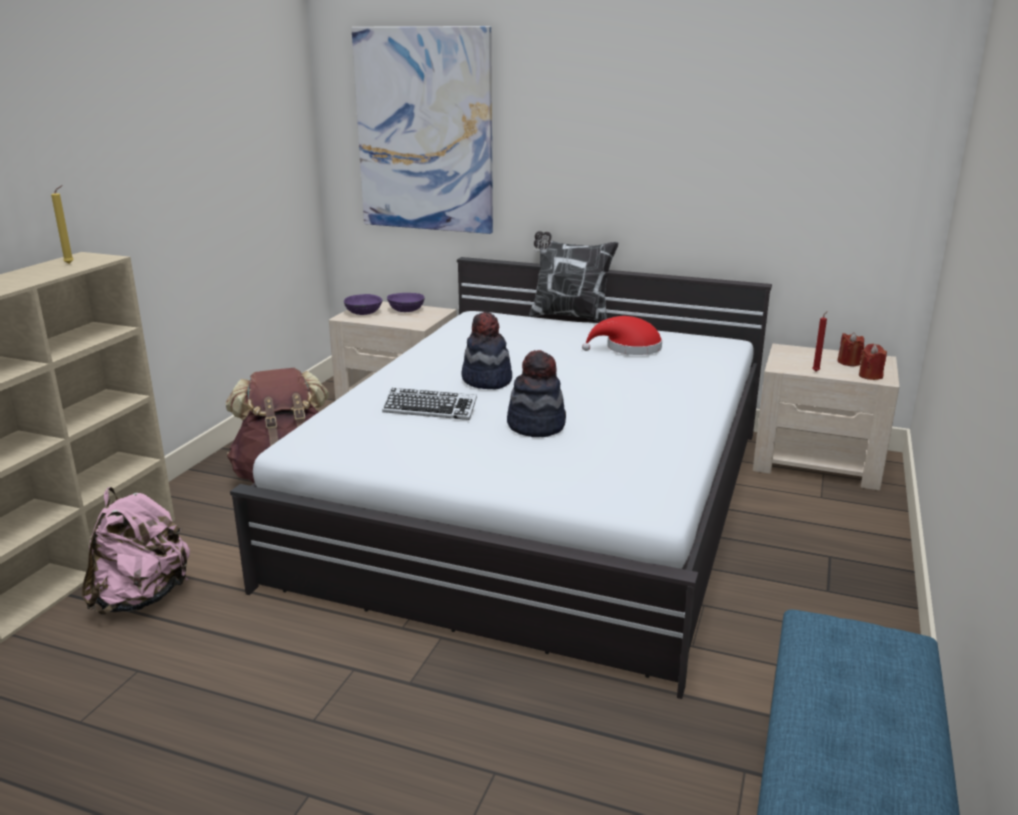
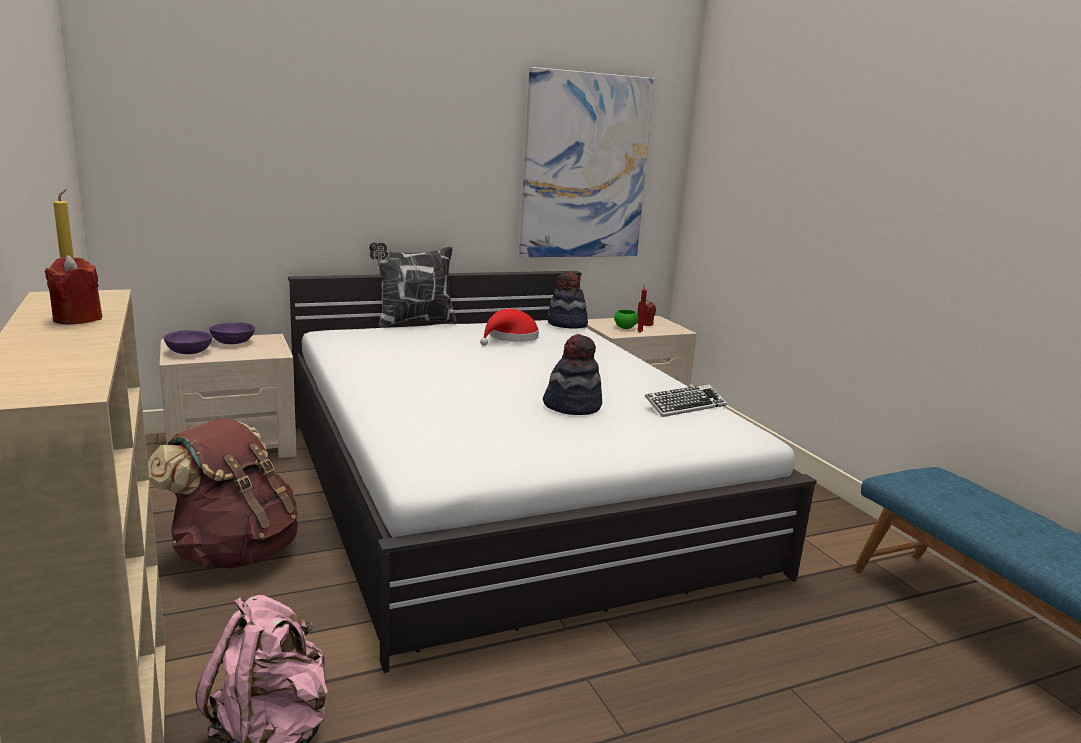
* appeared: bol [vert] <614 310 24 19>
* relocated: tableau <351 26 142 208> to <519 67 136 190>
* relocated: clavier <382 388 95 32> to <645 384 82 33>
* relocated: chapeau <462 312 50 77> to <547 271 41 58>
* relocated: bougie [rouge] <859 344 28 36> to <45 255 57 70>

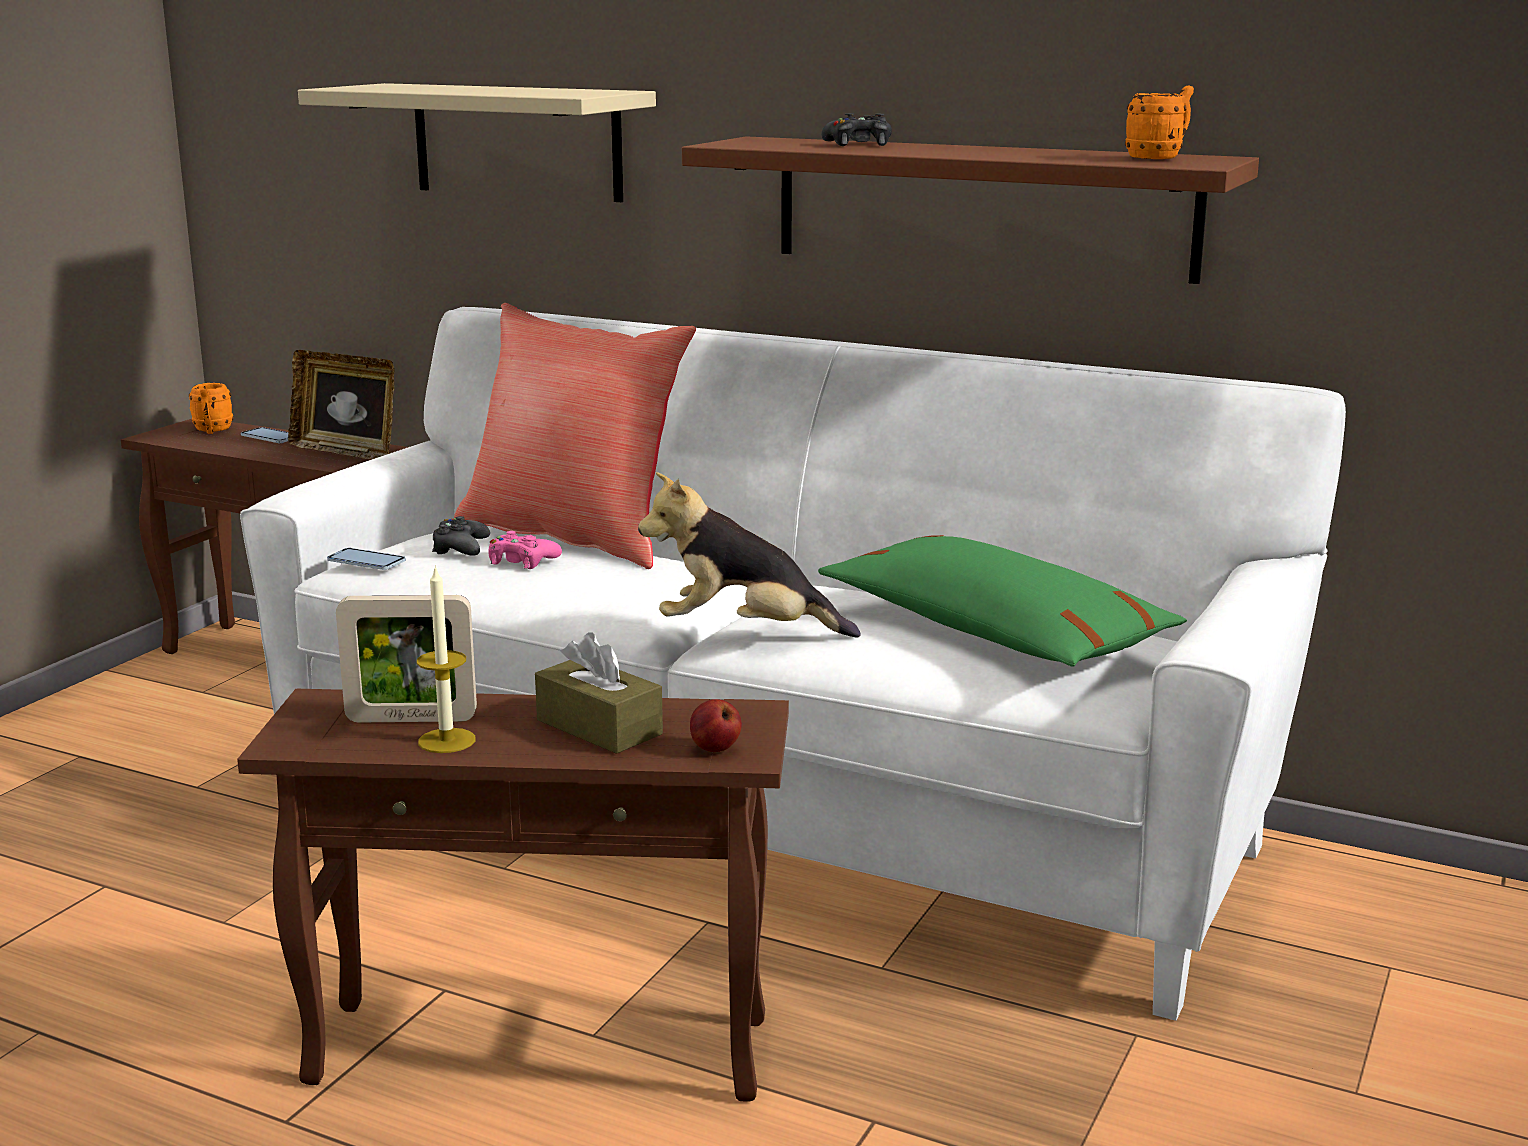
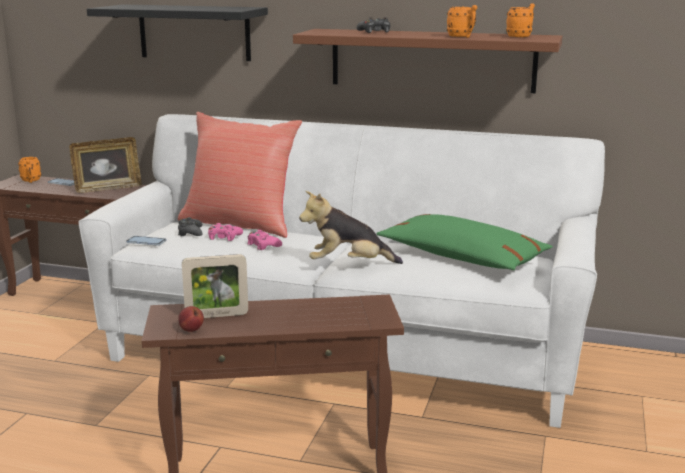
* missing: bougie <417 565 58 188>
* missing: boîte à mouchoirs [marron] <535 632 128 122>
* appeared: manette [rose] <248 230 34 20>
* appeared: mug [orange] <447 5 30 33>
* relocated: pomme <690 699 52 53> to <178 306 26 26>
* colour: étagère [beige] <298 83 358 119> to étagère [noir] <87 4 181 57>
* spun: cadre photo <288 350 107 110> = <70 137 72 56> 45 degrees counterclockwise

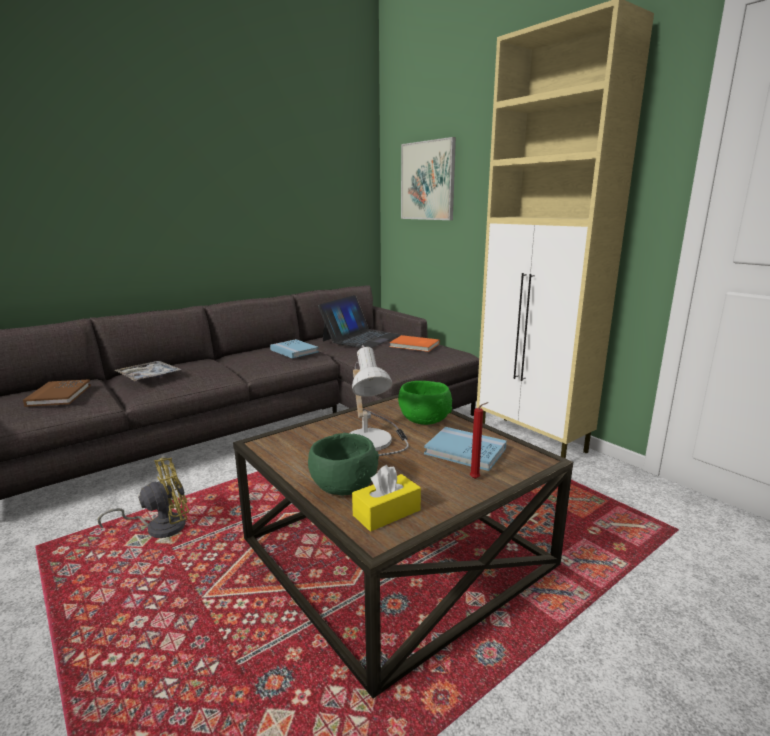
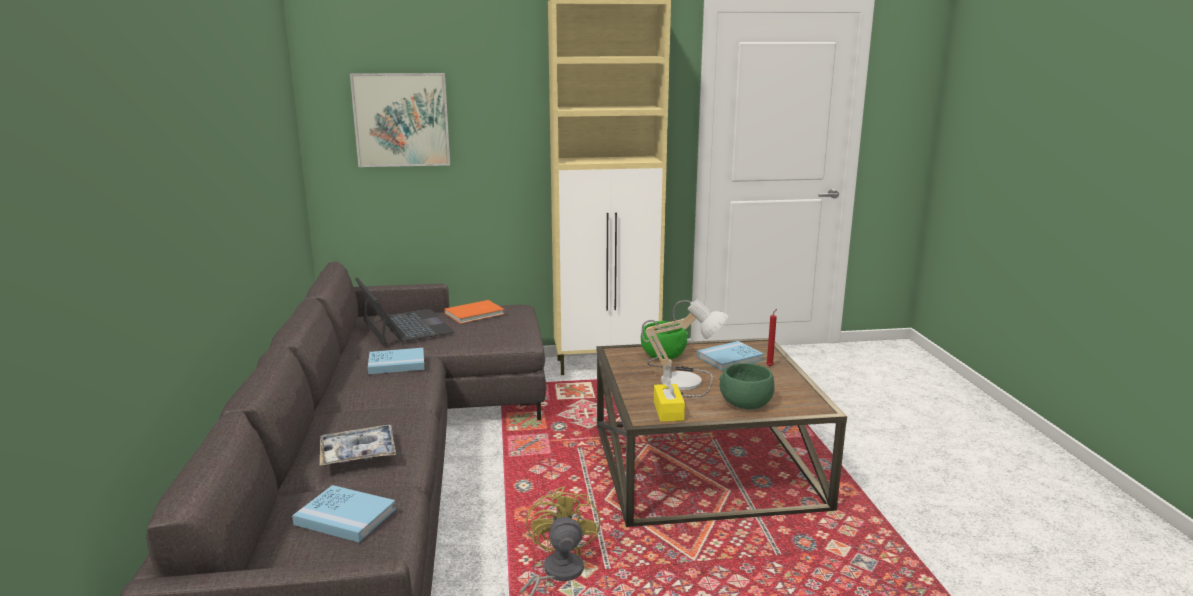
* relocated: boîte à mouchoirs [jaune] <352 465 69 67> to <654 376 31 46>
* colour: livre [marron] <23 379 68 28> to livre [bleu] <292 485 104 57>

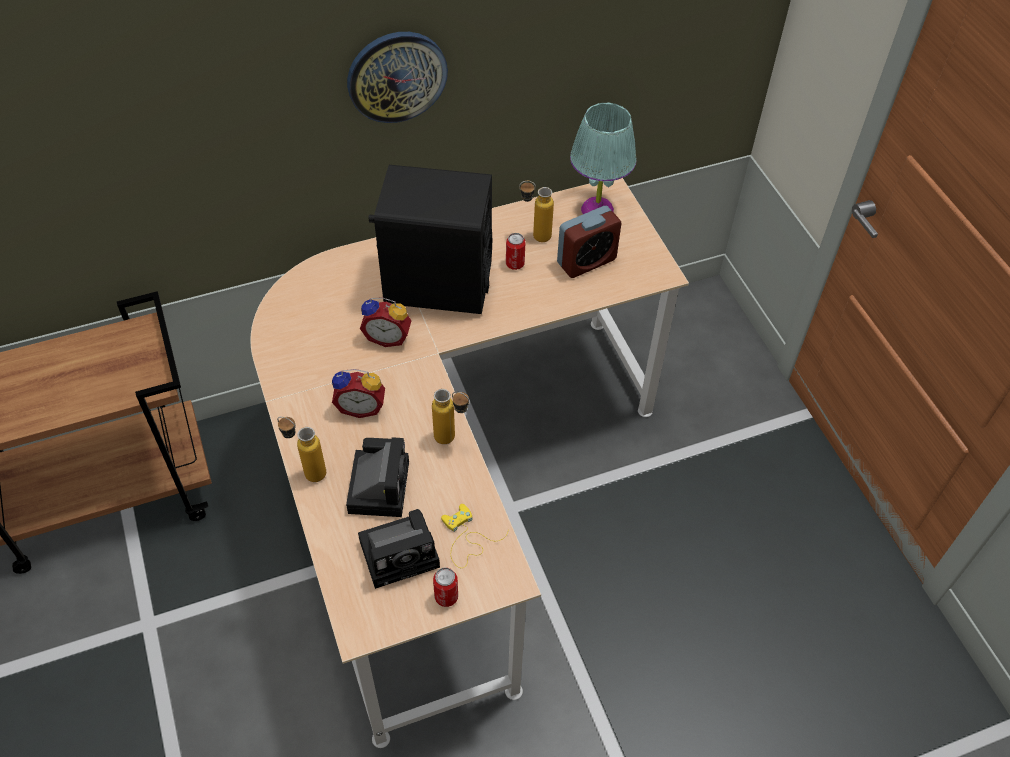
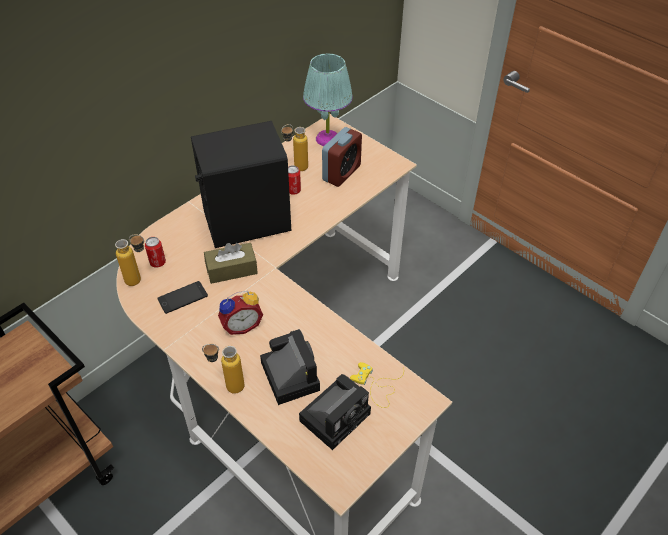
* missing: horloge murale <347 32 101 91>
* appeared: téléphone <157 281 51 33>
* relocated: bouteille <432 389 38 55> to <115 234 29 52>
* relocated: boîte métallique <433 567 25 40> to <145 237 21 31>
* exchanged: réveil <360 297 52 50> to boîte à mouchoirs [marron] <204 243 54 41>

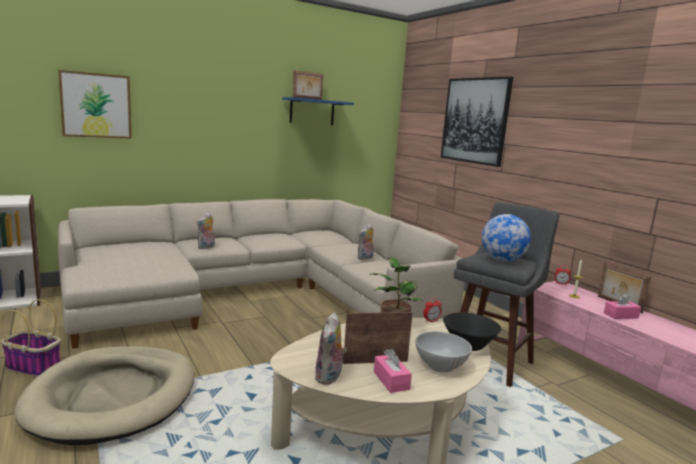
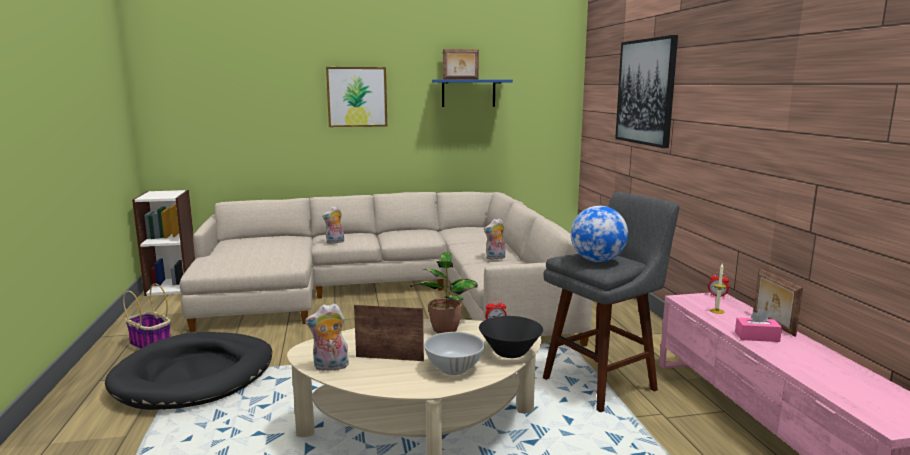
* missing: boîte à mouchoirs [rose] <374 349 38 44>
* relocated: tableau <58 70 74 69> to <326 67 61 60>
* colour: panier pour chien [beige] <14 346 180 99> to panier pour chien [noir] <105 332 167 78>
* spun: peluche <315 313 32 72> = <305 303 46 69> 45 degrees clockwise

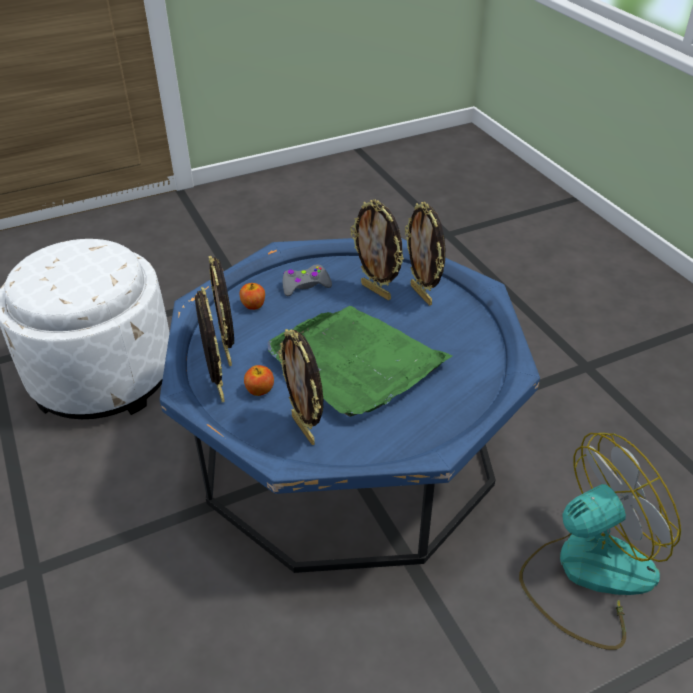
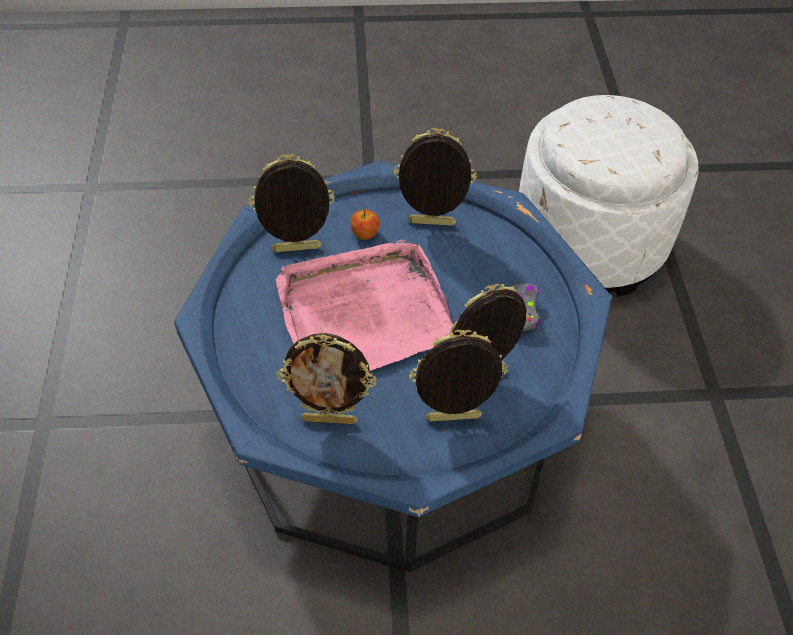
* missing: pomme <240 283 25 27>
* missing: ventilateur <519 433 162 217>
* relocated: cadre photo <195 287 30 115> to <277 333 100 91>
* colour: plateau [vert] <268 306 185 111> to plateau [rose] <276 239 178 132>

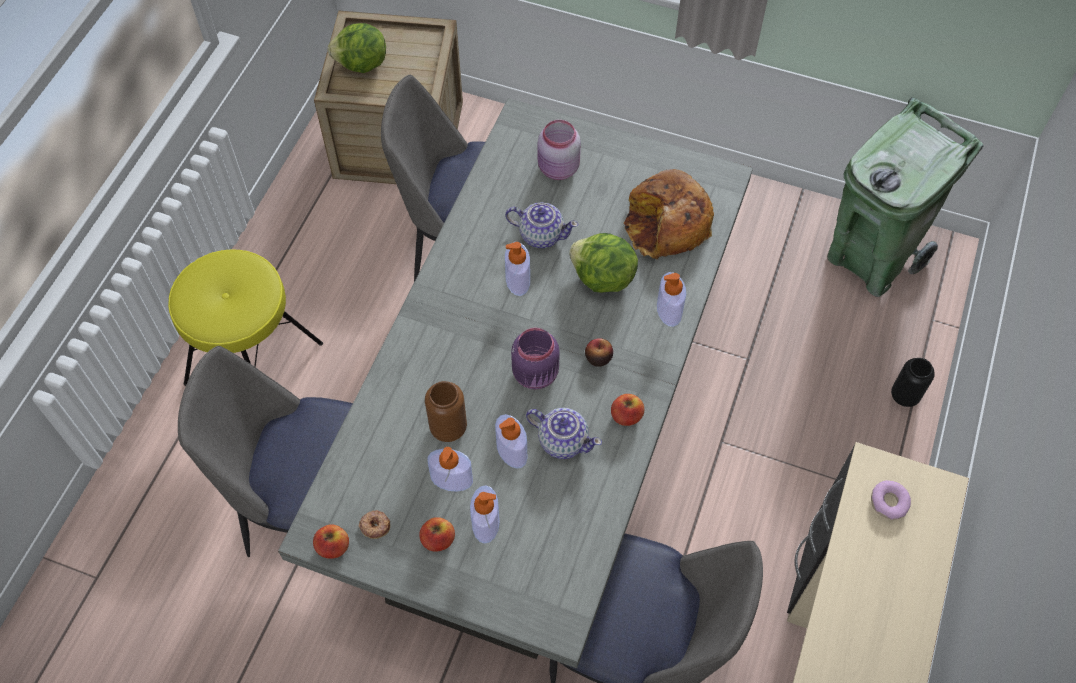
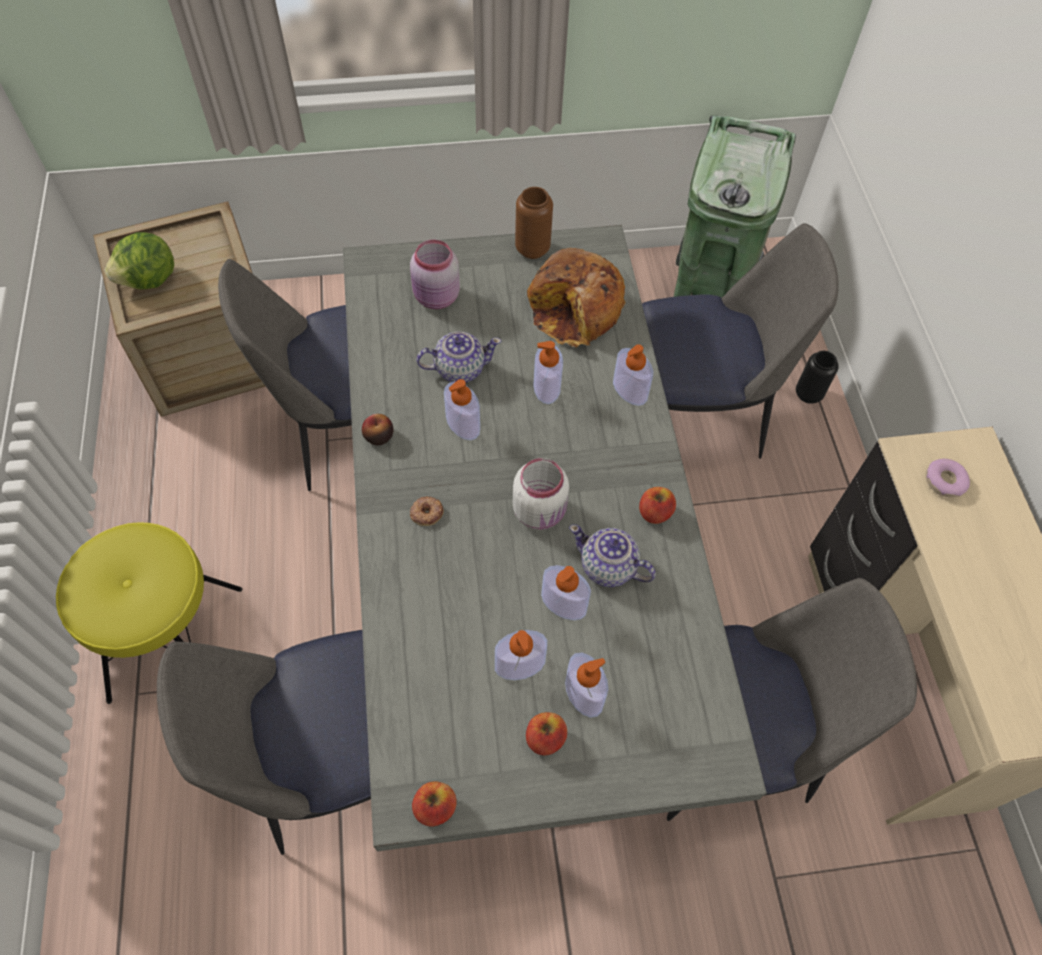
* appeared: chaise <642 223 197 236>
* relocated: beignet <359 510 31 29> to <410 497 34 29>
* relocated: vase [marron] <425 381 42 61> to <515 187 38 72>
* relocated: pomme <585 338 28 29> to <362 414 31 31>
* exchanged: laitue <569 233 69 60> to distributeur de savon <533 341 30 63>
* colour: bocal [violet] <511 328 49 62> to bocal [blanc] <513 458 56 72>
* spun: théière <526 408 76 51> = <569 524 87 63> 150 degrees counterclockwise

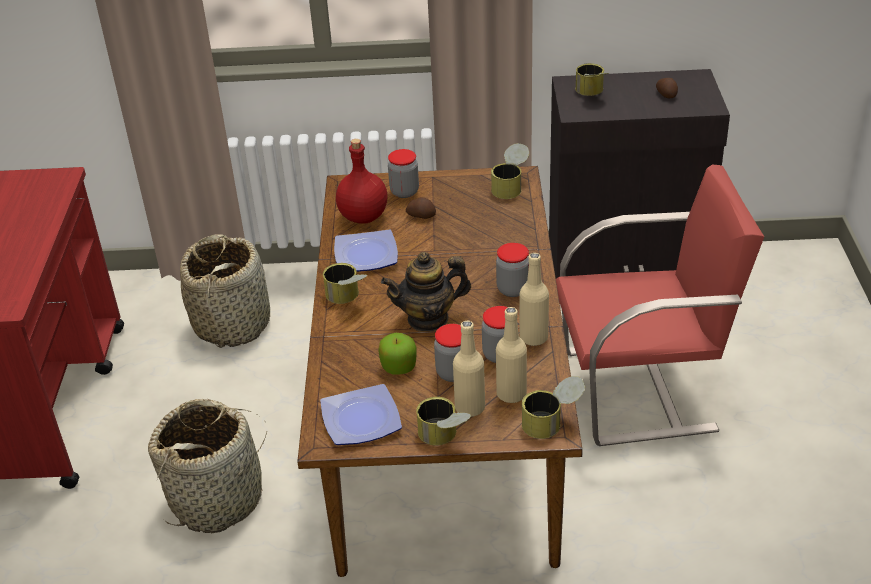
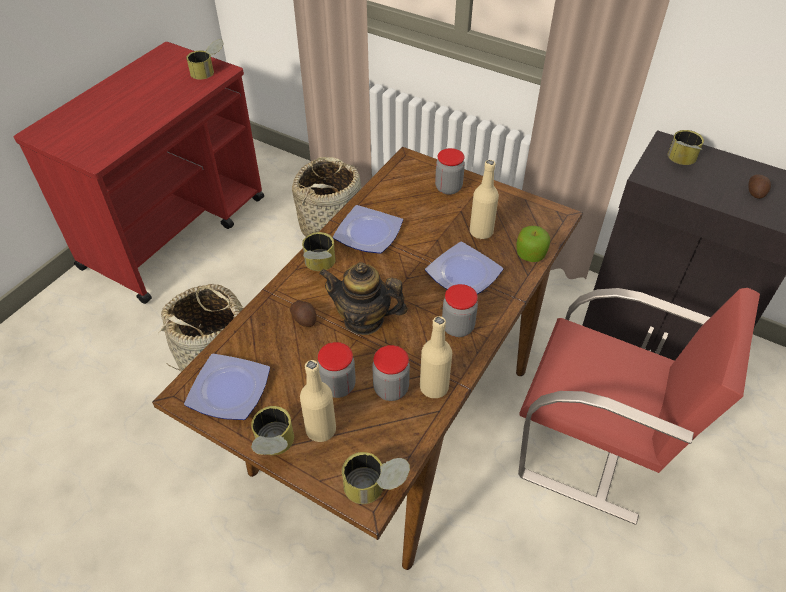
* missing: bouteille [rouge] <336 139 51 85>
* appeared: assiette <425 242 78 52>
* relocated: pomme <378 333 39 42> to <516 226 34 36>
* relocated: pomme de terre <406 197 30 22> to <290 301 26 26>
* relocated: boîte métallique <491 143 38 56> to <186 39 38 41>
* relocated: bouteille [beige] <496 307 31 96> to <470 160 29 79>

